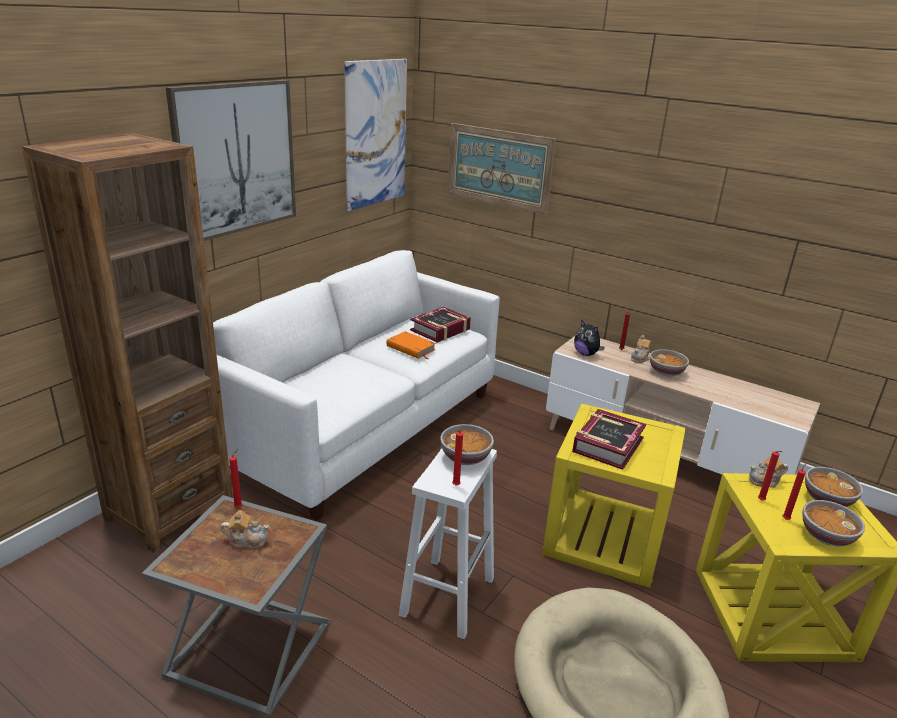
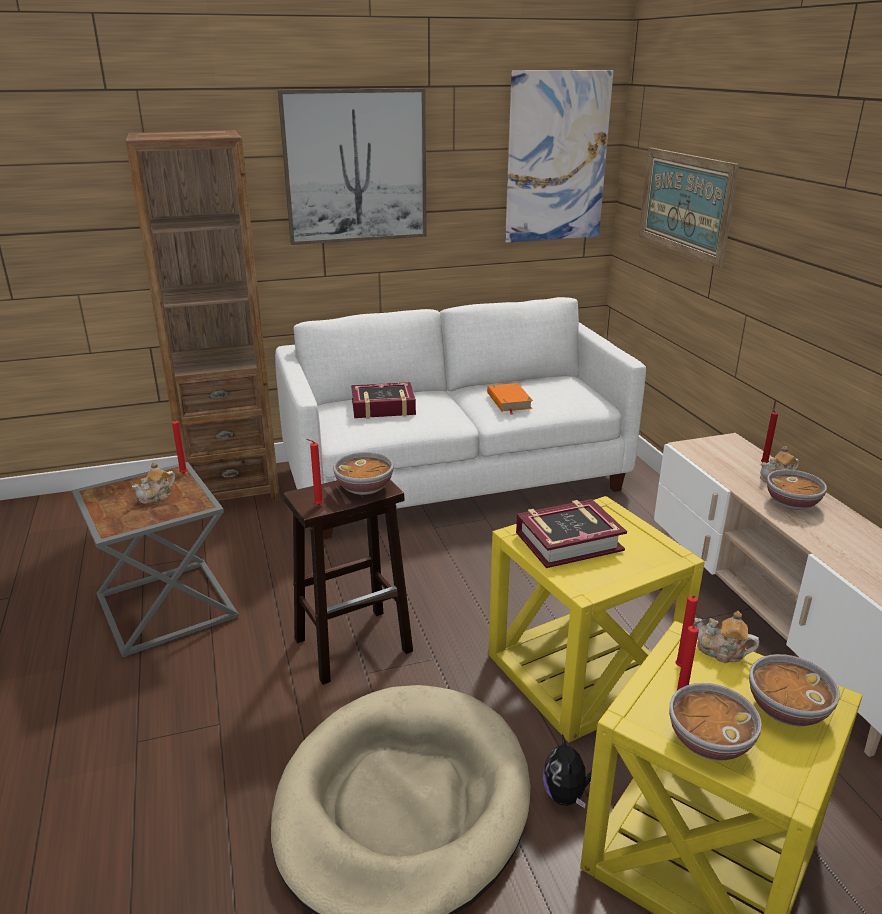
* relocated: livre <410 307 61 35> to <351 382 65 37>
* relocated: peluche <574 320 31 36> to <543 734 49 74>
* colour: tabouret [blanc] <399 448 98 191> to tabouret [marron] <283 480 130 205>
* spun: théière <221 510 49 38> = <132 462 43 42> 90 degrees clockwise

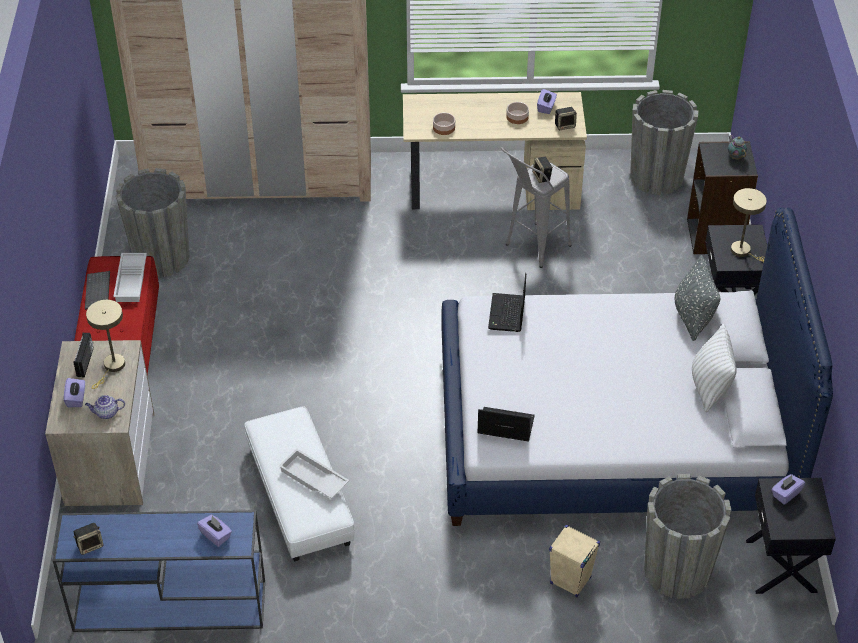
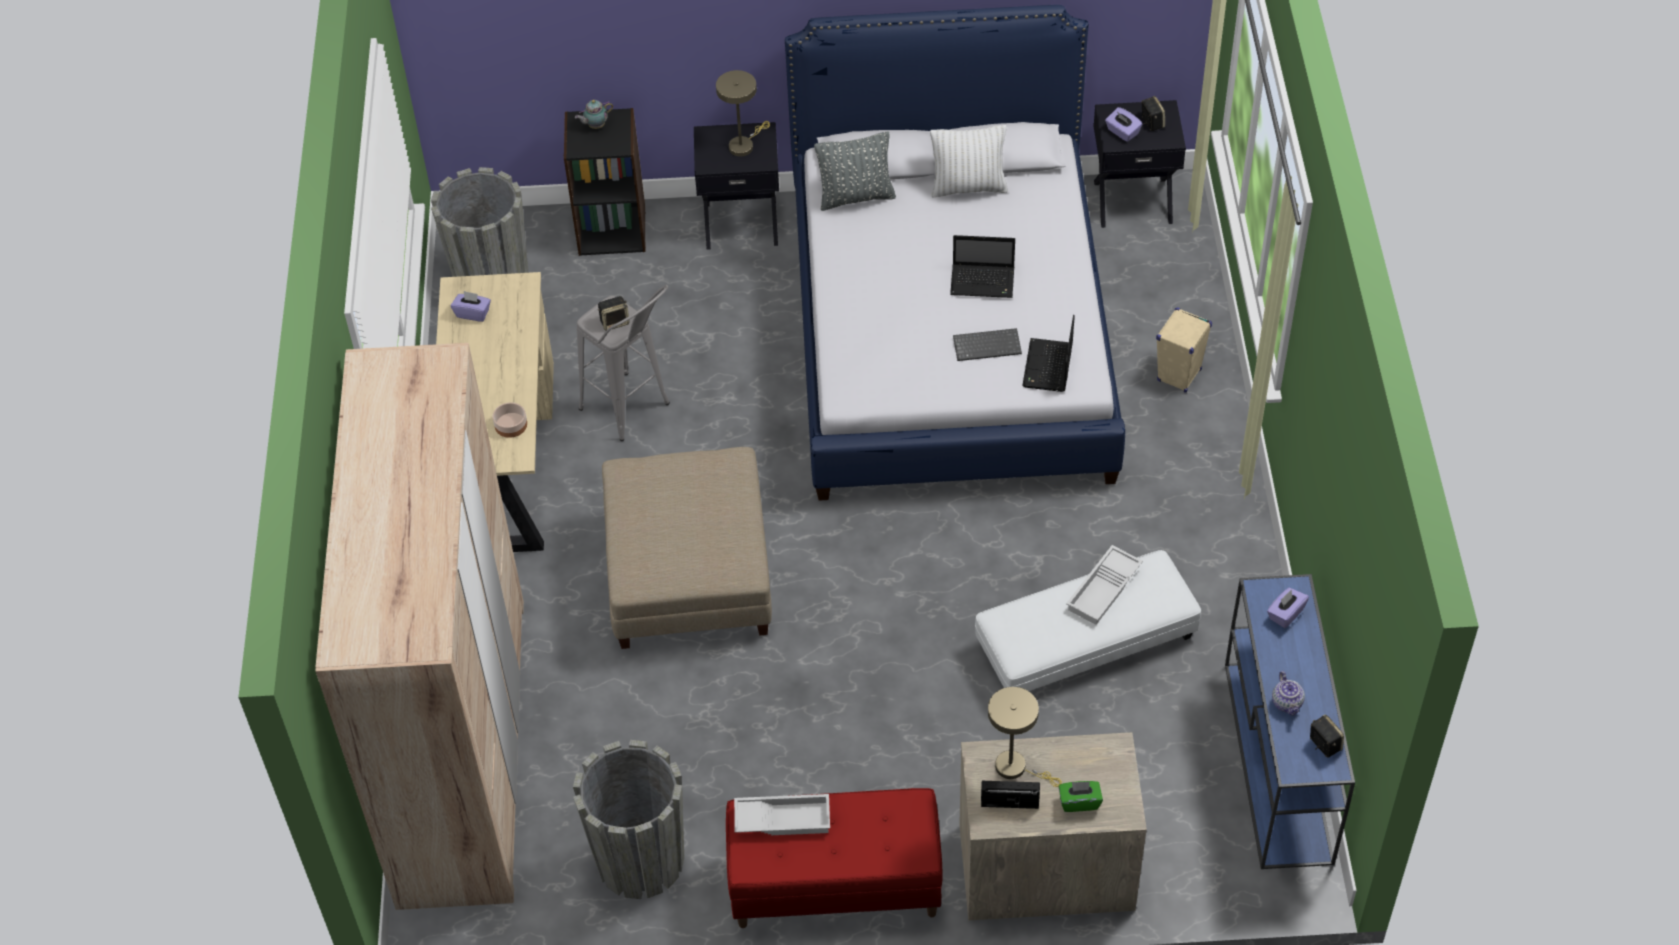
* missing: bol <506 102 23 22>
* missing: cache-pot [gris] <644 474 87 125>
* appeared: pouf [beige] <602 447 170 202>
* relocated: clavier <85 271 25 39> to <953 328 69 33>
* relocated: théière <85 395 40 24> to <1272 671 33 45>
* relocated: ordinateur portable <488 273 38 59> to <950 235 65 63>
* relocated: enceinte <555 107 22 23> to <1141 96 24 35>
* colour: boîte à mouchoirs [violet] <64 378 21 29> to boîte à mouchoirs [vert] <1059 781 44 31>

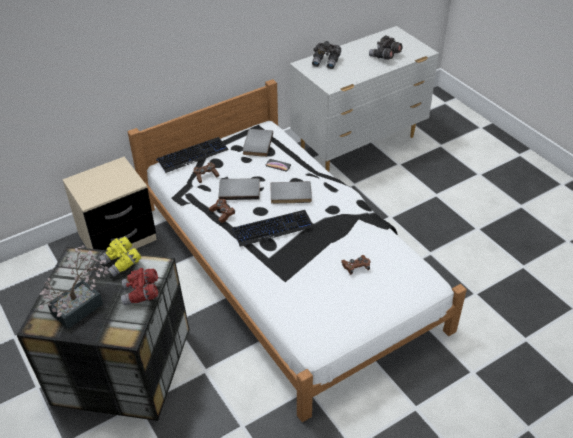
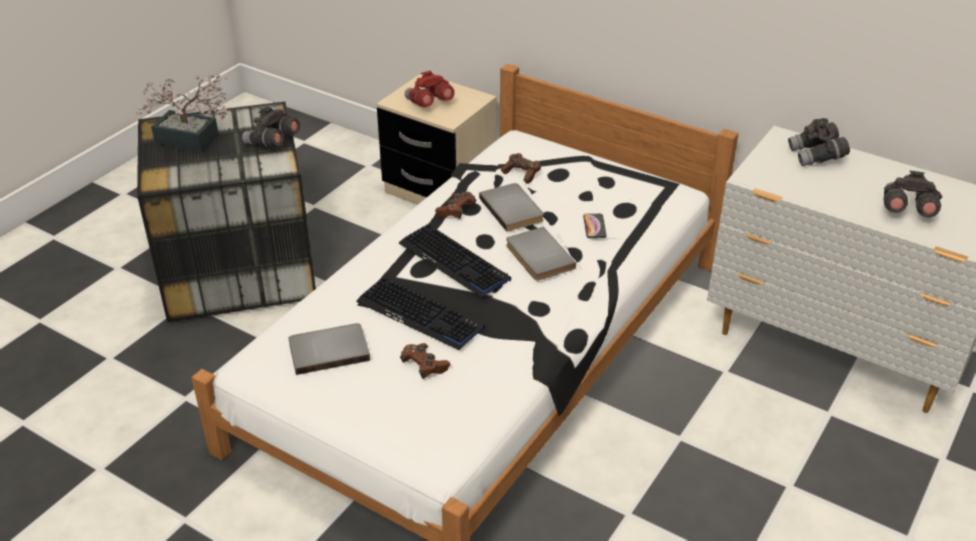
* relocated: jumelles [rouge] <121 268 37 38> to <405 71 50 36>
* relocated: clavier <156 137 73 36> to <356 277 129 73>
* relocated: livre [gris] <243 129 30 28> to <289 323 81 52>
* colour: jumelles [jaune] <99 237 43 40> to jumelles [gris] <242 106 58 42>

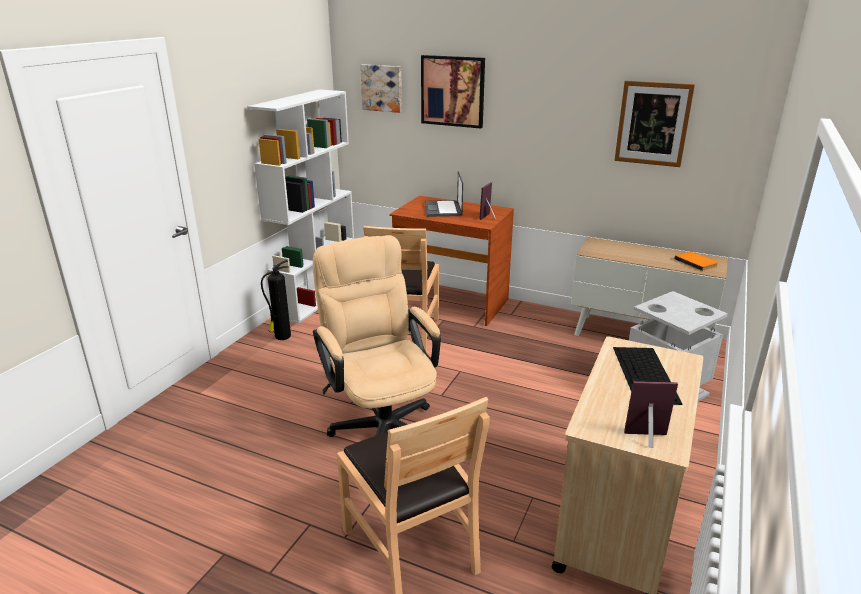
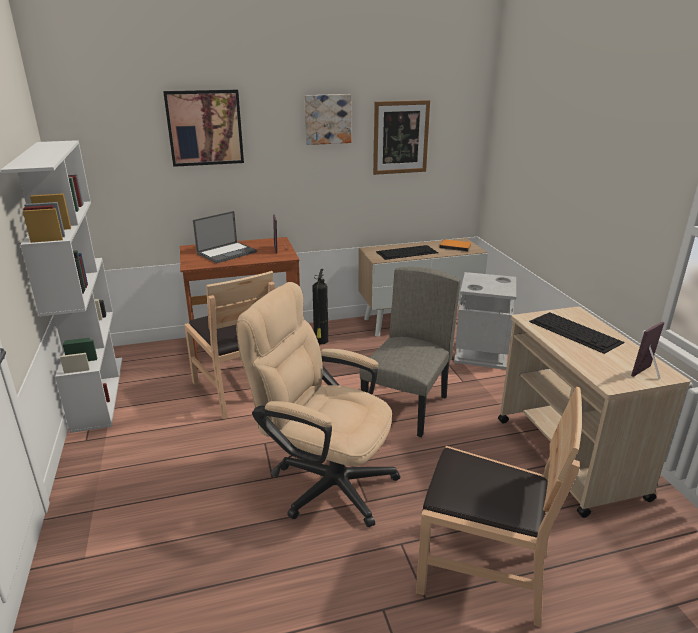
* appeared: chaise [beige] <359 267 102 170>
* appeared: clavier <376 245 62 15>
* relocated: extincteur <261 260 30 80> to <312 269 16 75>
* relocated: tableau <360 64 42 49> to <304 94 48 51>
* spun: ordinateur portable <425 171 38 46> = <193 211 64 53> 90 degrees counterclockwise

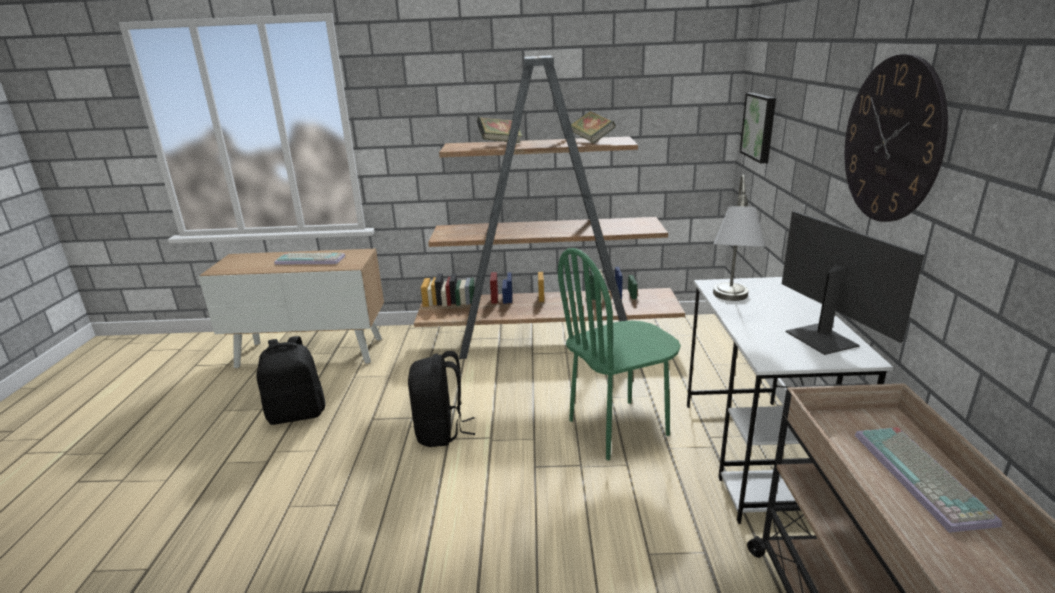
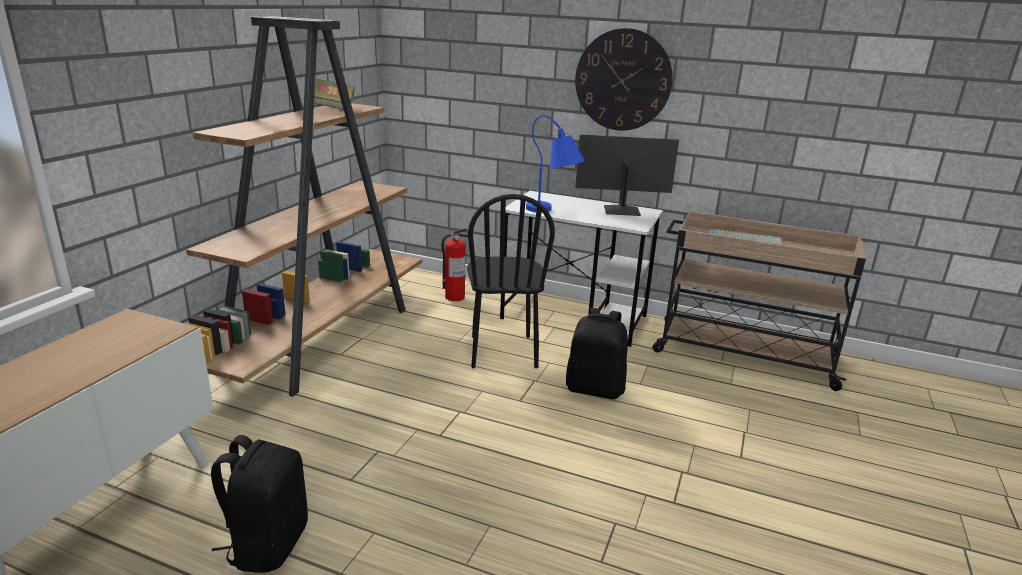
* missing: clavier <274 253 71 12>
* missing: livre <477 117 45 26>
* missing: tableau <740 93 36 70>
* appeared: extincteur <441 228 27 73>
* relocated: sac à dos [noir] <408 351 67 96> to <566 308 62 91>
* colour: chaise [vert] <558 248 123 212> to chaise [noir] <467 194 88 174>
* colour: lampe de table [gris] <713 175 53 126> to lampe de table [bleu] <526 115 59 98>

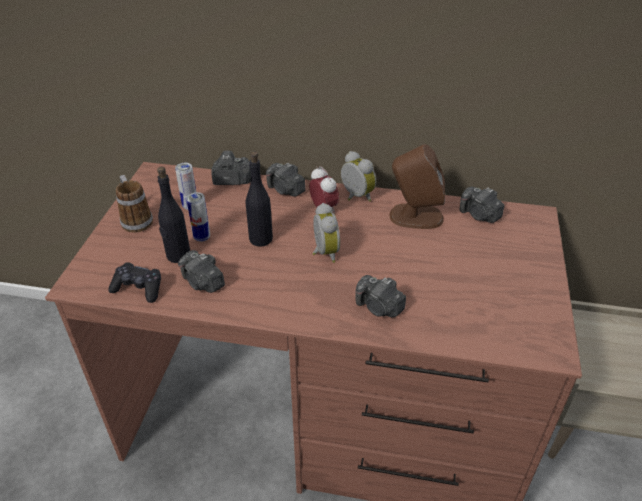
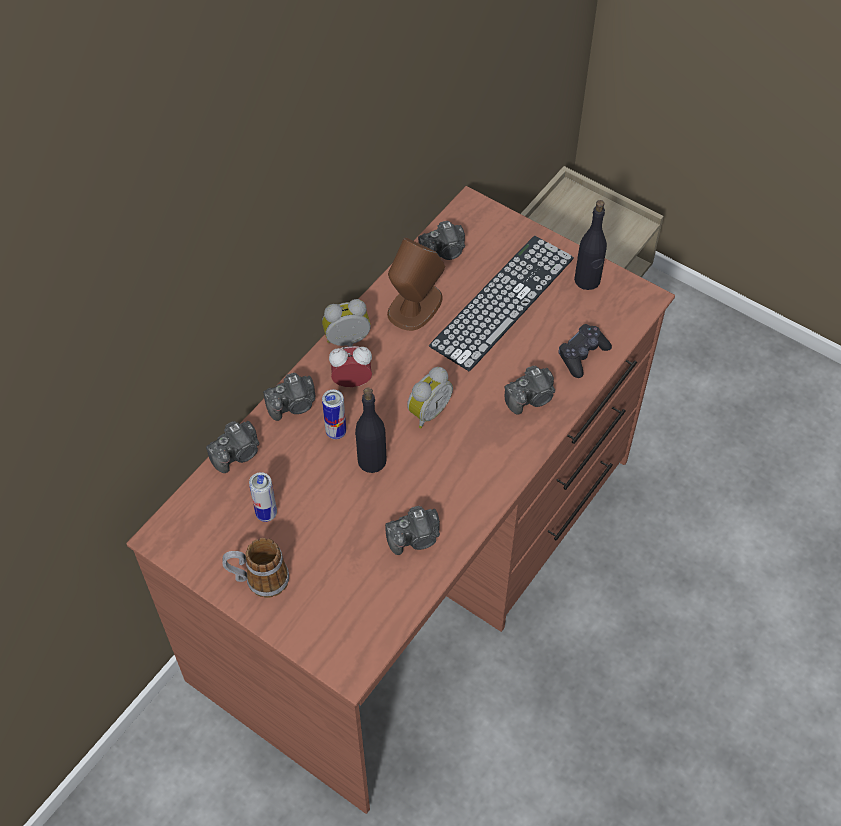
* appeared: clavier <429 236 145 136>
* relocated: manette [noir] <108 262 53 41> to <558 324 54 54>
* relocated: bouteille [noir] <157 167 33 96> to <574 200 33 90>
* relocated: boîte métallique <186 192 24 50> to <322 390 24 49>
* spun: appareil photo <211 151 40 34> = <206 421 53 52> 150 degrees counterclockwise
* spun: réveil <312 203 28 60> = <407 367 46 61> 120 degrees clockwise

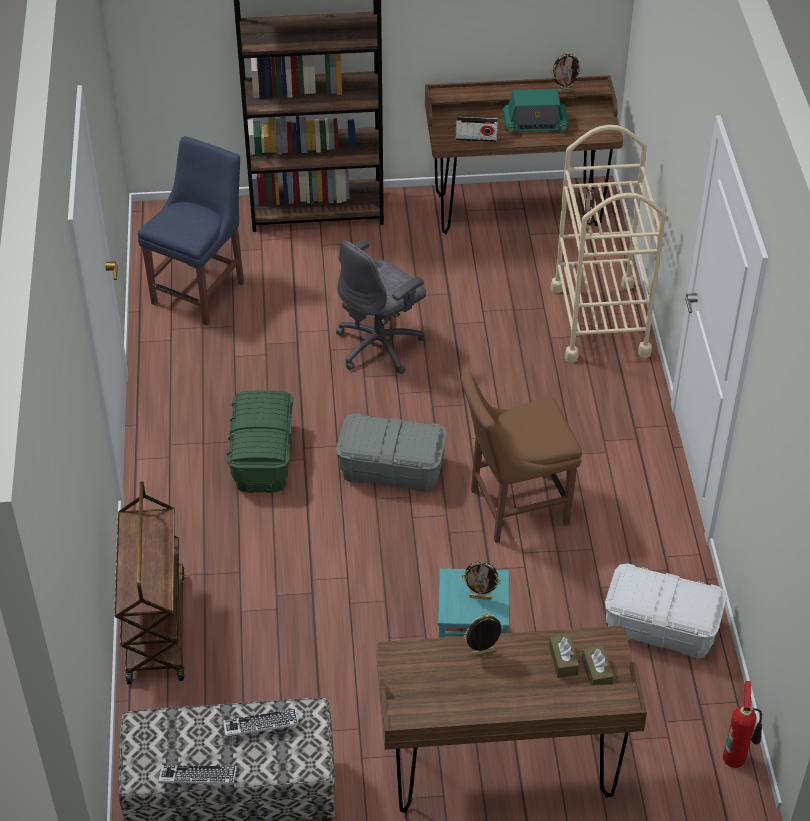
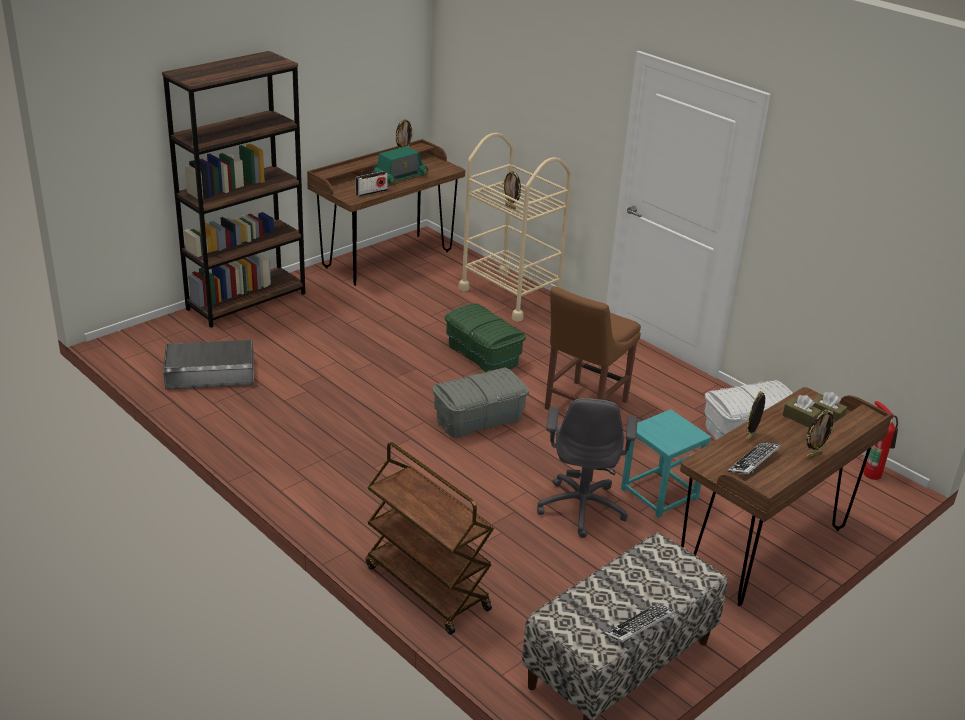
* relocated: clavier <223 709 76 29> to <728 442 53 32>
* relocated: boîte de rangement [vert] <227 390 66 103> to <445 303 81 69>
* relocated: chaise de bureau [gris] <336 240 90 134> to <537 398 100 140>
* relocated: cadre photo <462 561 39 39> to <806 410 29 48>
* exchanged: chaise [bleu] <138 136 106 189> to boîte de rangement [gris] <163 340 91 50>

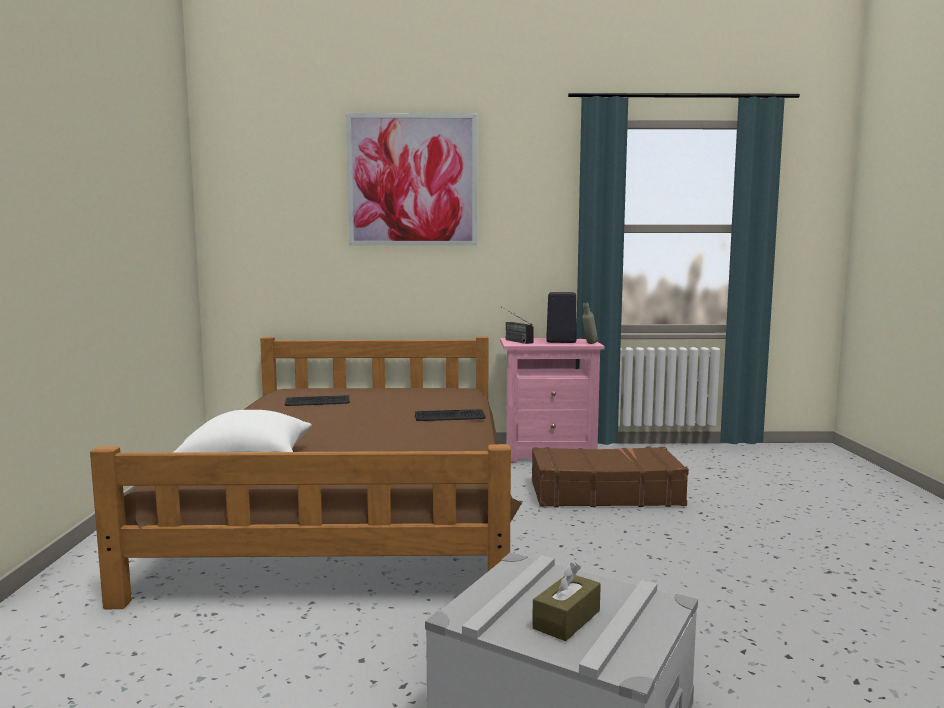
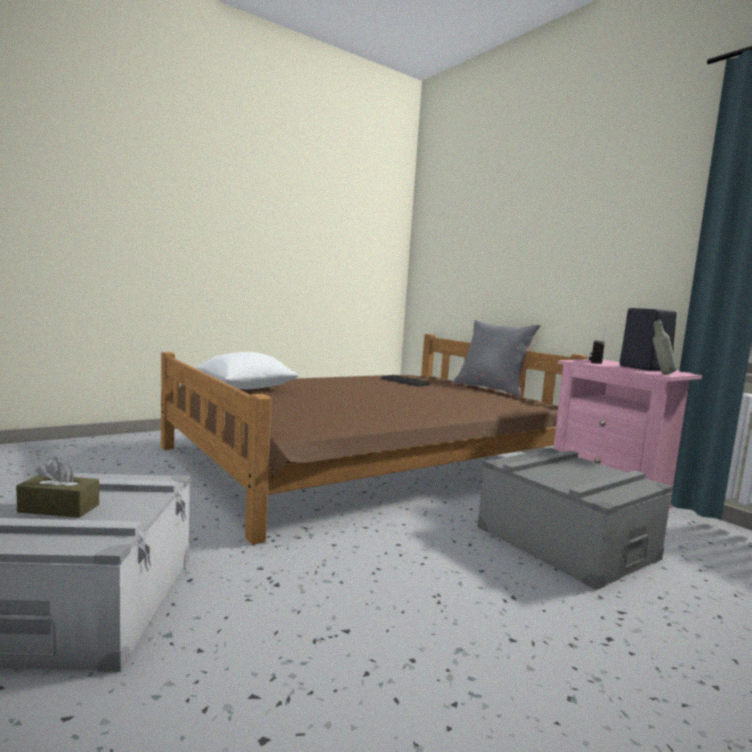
* missing: tableau <346 113 131 133>
* missing: clavier <415 409 71 12>
* appeared: coussin [gris] <453 320 88 77>
* exchanged: valise [marron] <532 447 157 61> to boîte de rangement [gris] <477 448 196 142>

